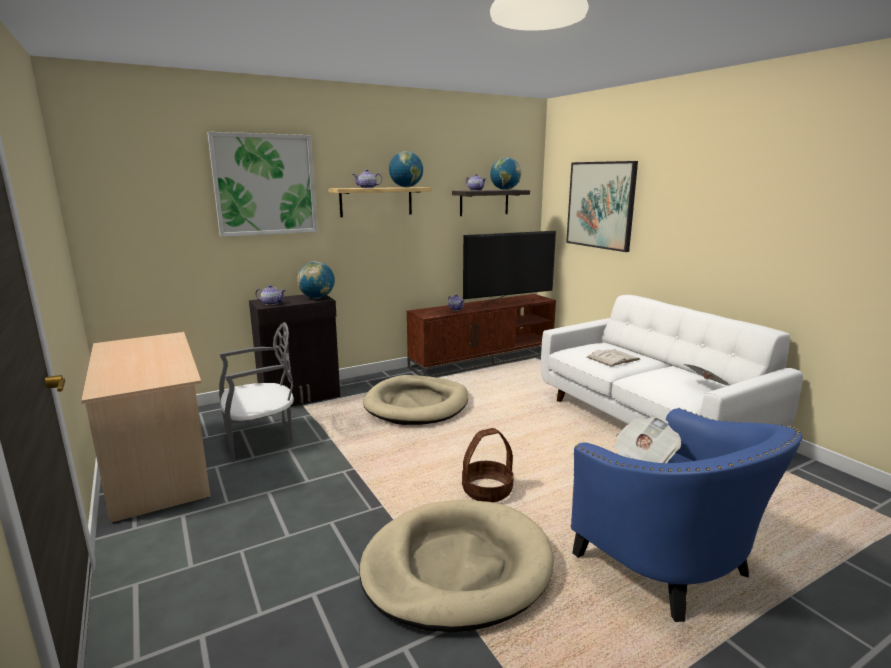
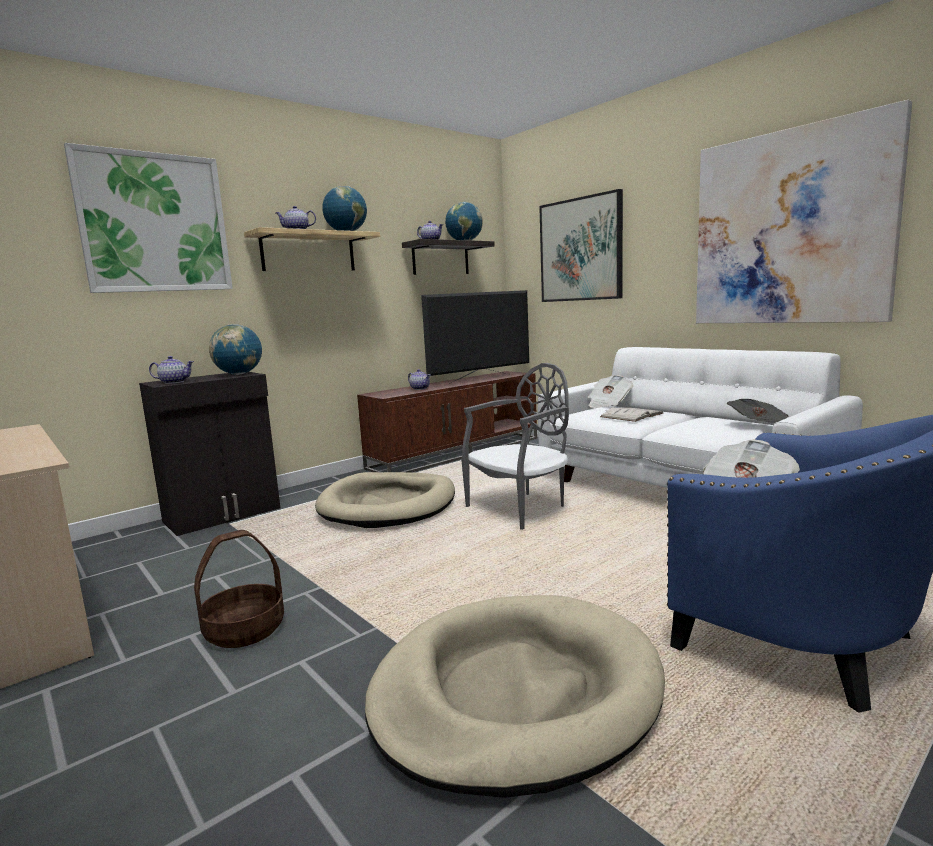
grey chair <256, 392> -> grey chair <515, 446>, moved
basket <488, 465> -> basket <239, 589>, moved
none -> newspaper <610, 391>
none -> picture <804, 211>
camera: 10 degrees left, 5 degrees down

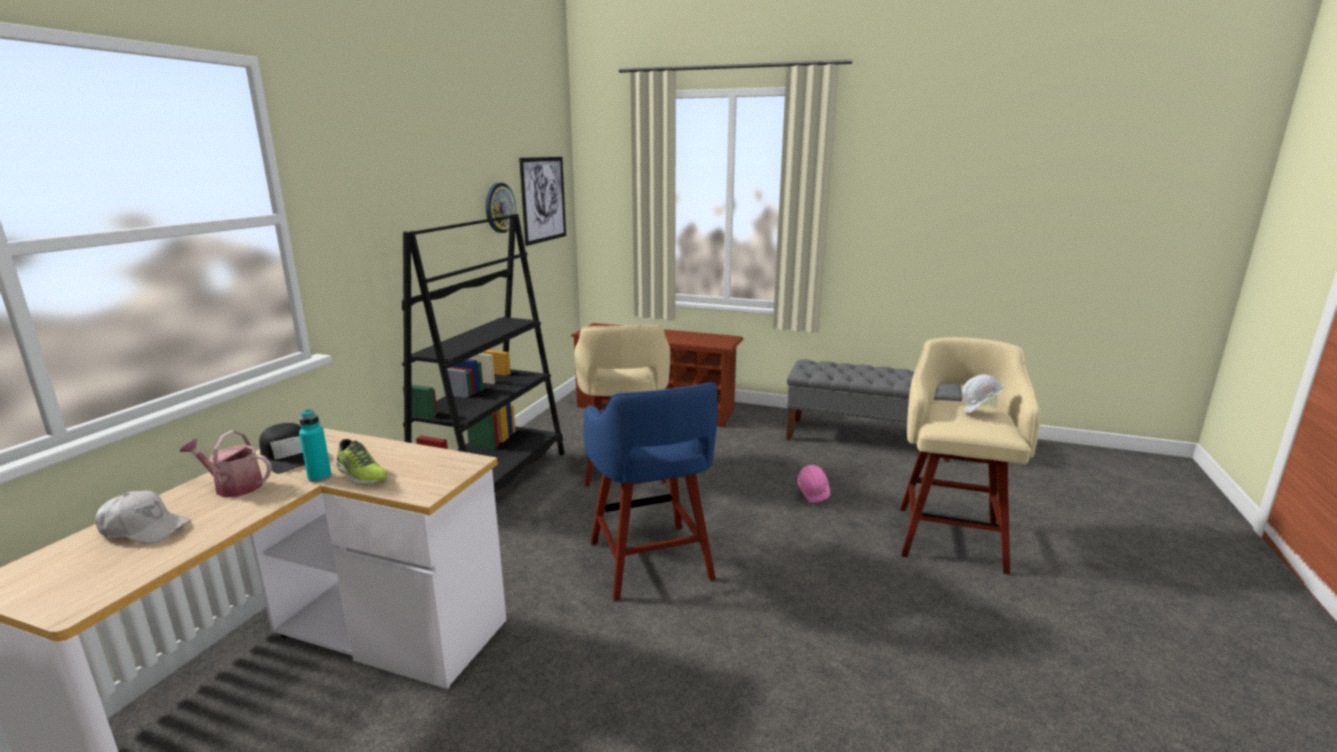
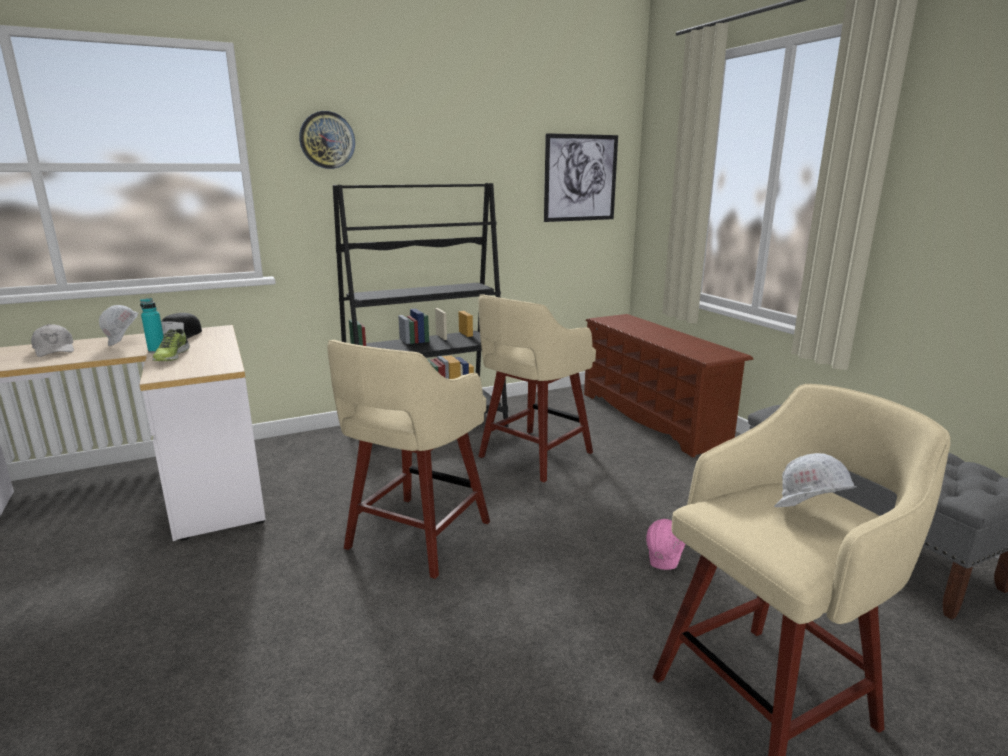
watering can <226, 463> -> white hard hat <118, 325>
wall clock <501, 208> -> wall clock <327, 140>, moved
blue stool <650, 491> -> beige stool <408, 459>
camera: 45 degrees right, 0 degrees up

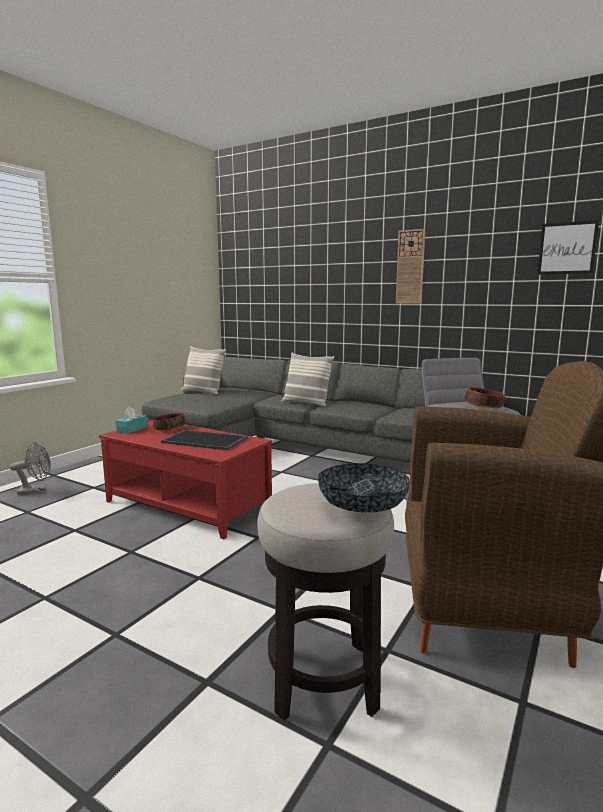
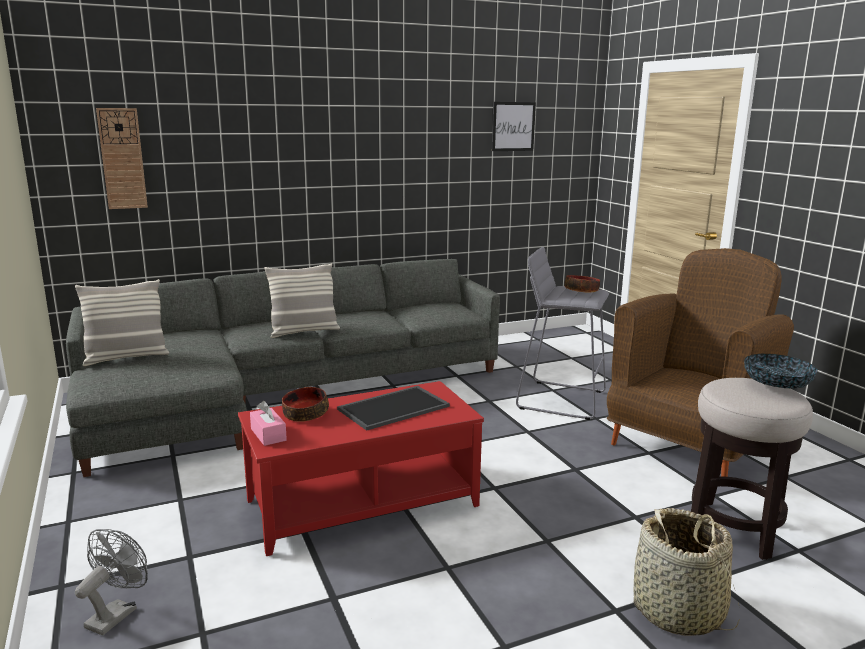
turquoise tissue box <131, 420> -> pink tissue box <268, 423>
wall clock <410, 266> -> wall clock <122, 158>, moved
none -> basket <687, 572>
camera: 55 degrees left, 5 degrees up

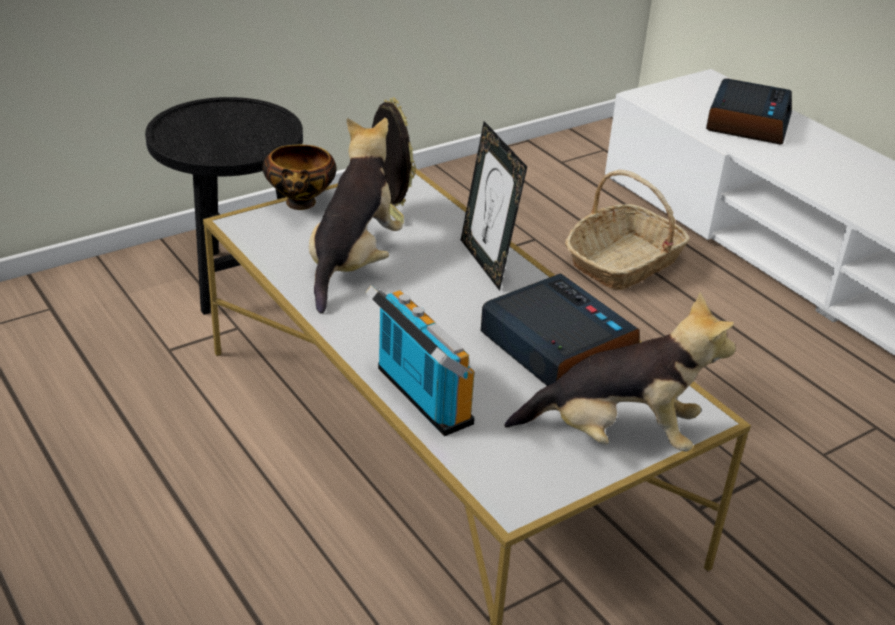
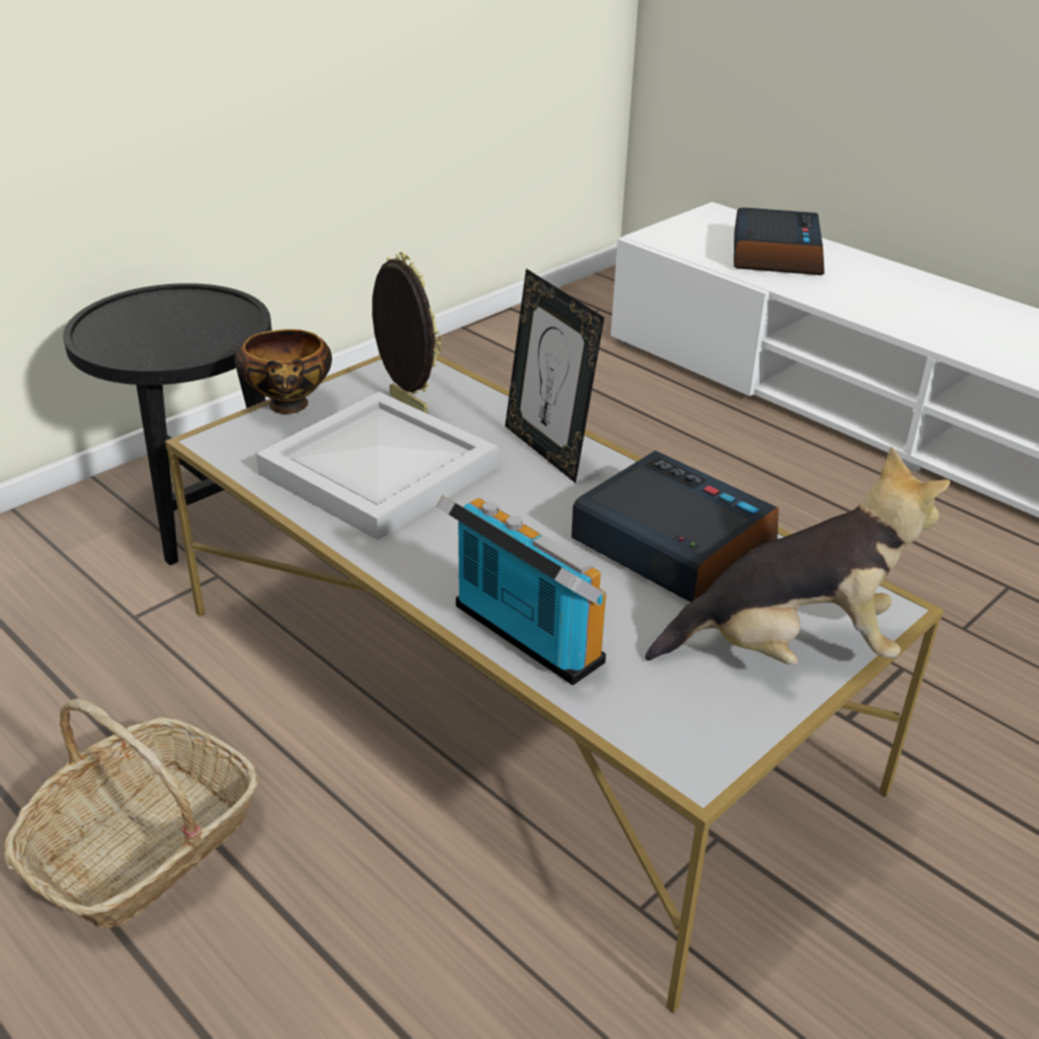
plush toy <356, 215> -> white tray <377, 466>
basket <627, 230> -> basket <131, 813>, moved
camera: 10 degrees left, 0 degrees up

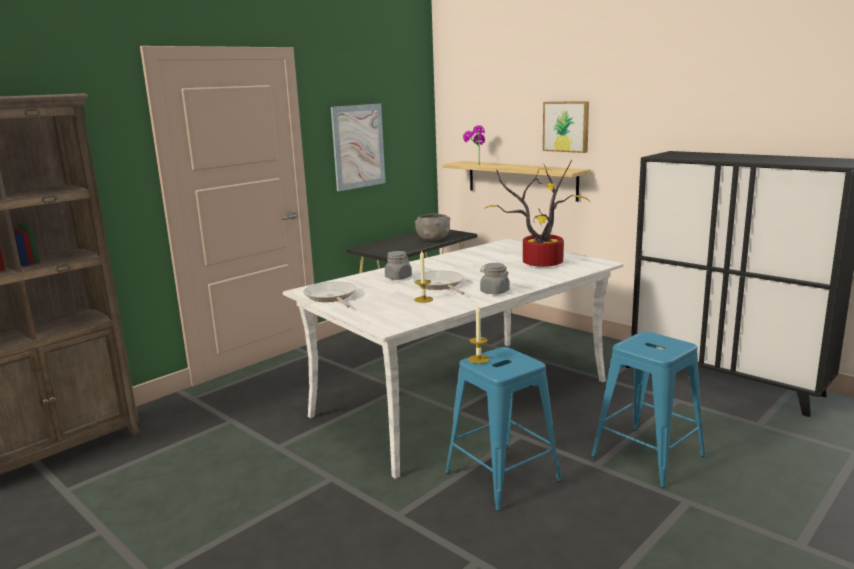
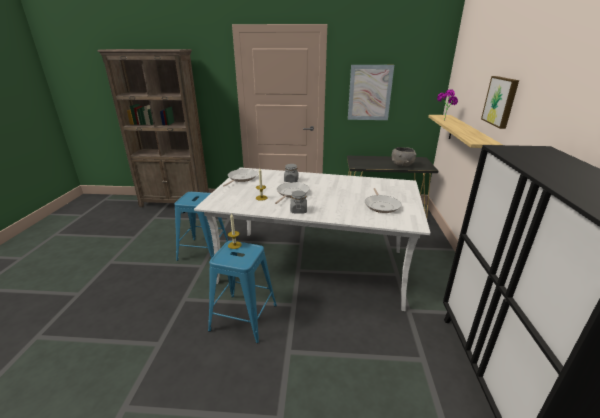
potted plant <538, 213> -> frying pan <383, 200>
blue stool <648, 409> -> blue stool <201, 226>, moved
camera: 50 degrees right, 10 degrees up

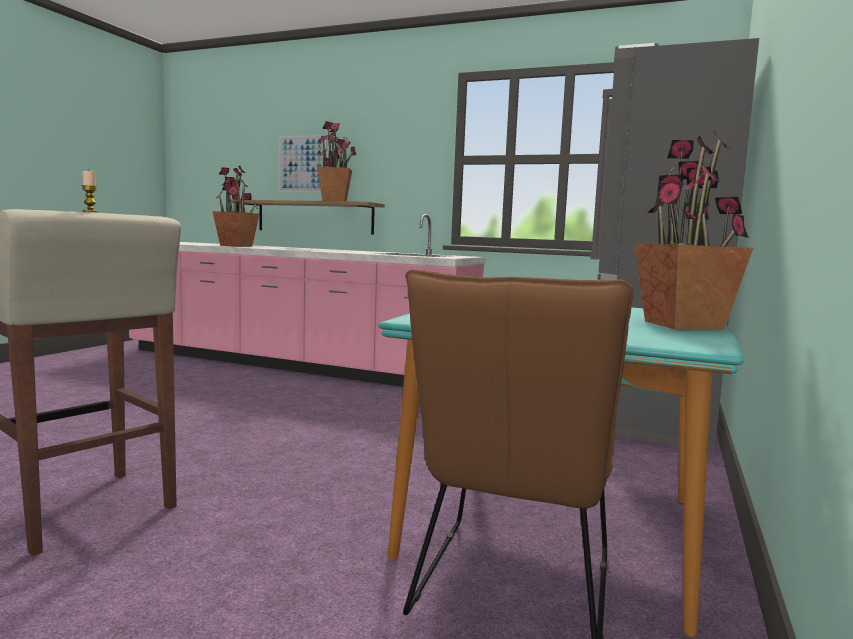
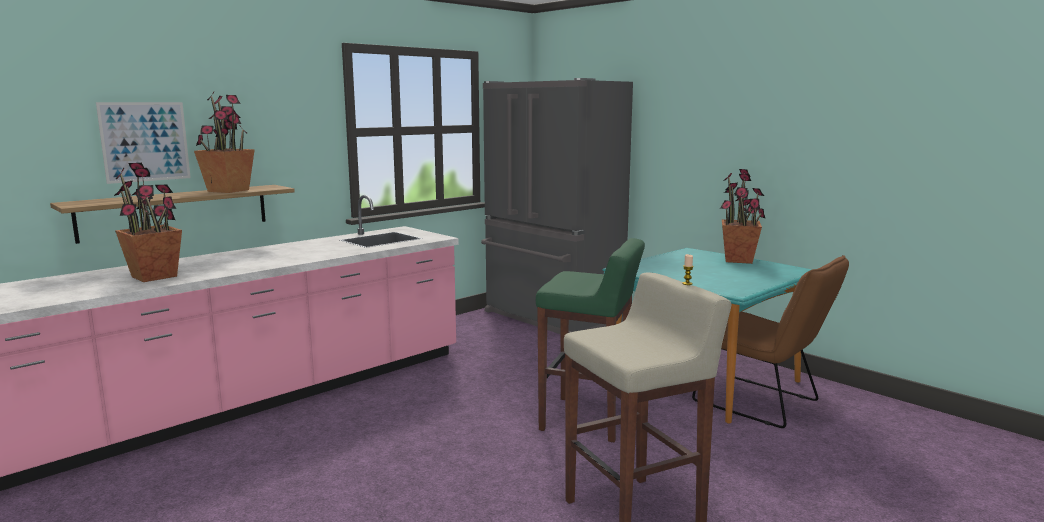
none -> green stool <590, 340>
camera: 65 degrees left, 5 degrees up

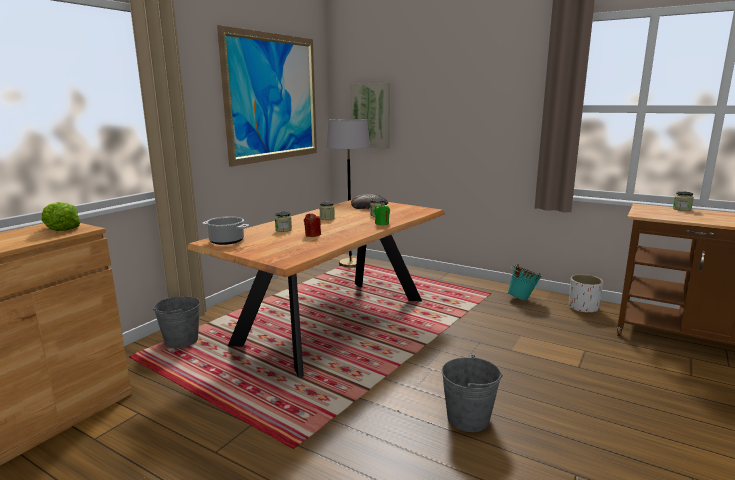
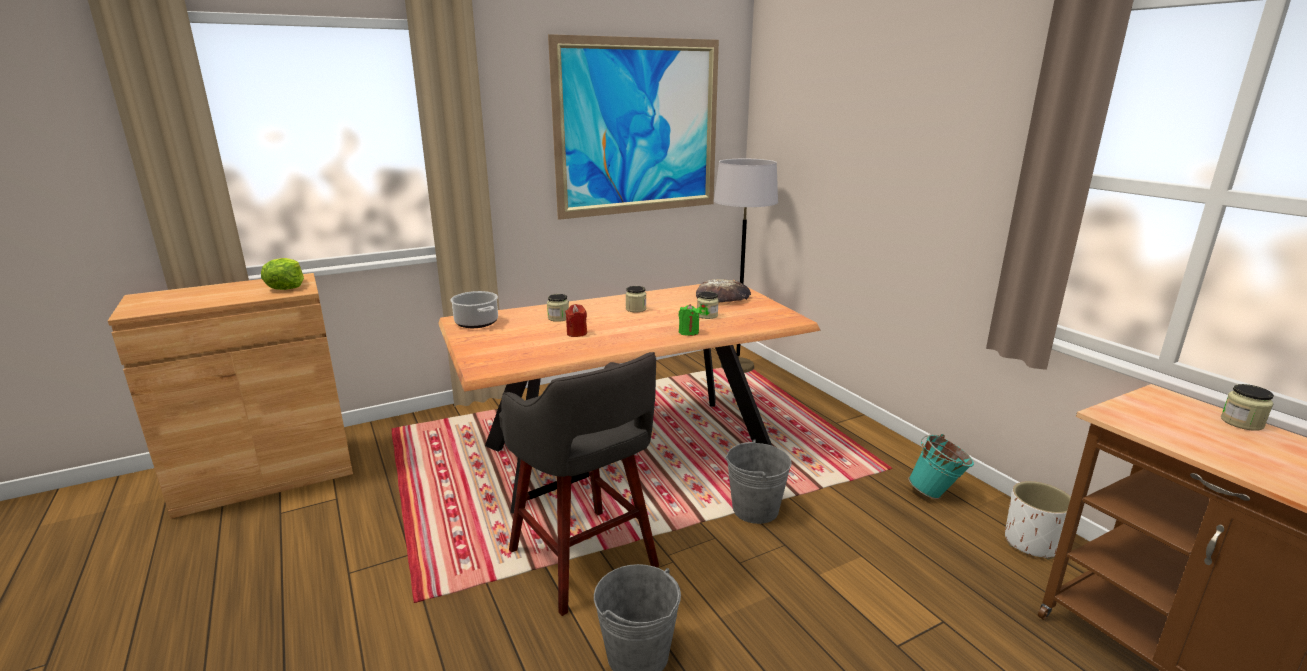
grey bucket <176, 321> -> grey bucket <758, 482>, moved
picture <370, 116> -> none
none -> grey stool <579, 484>
camera: 30 degrees right, 5 degrees up

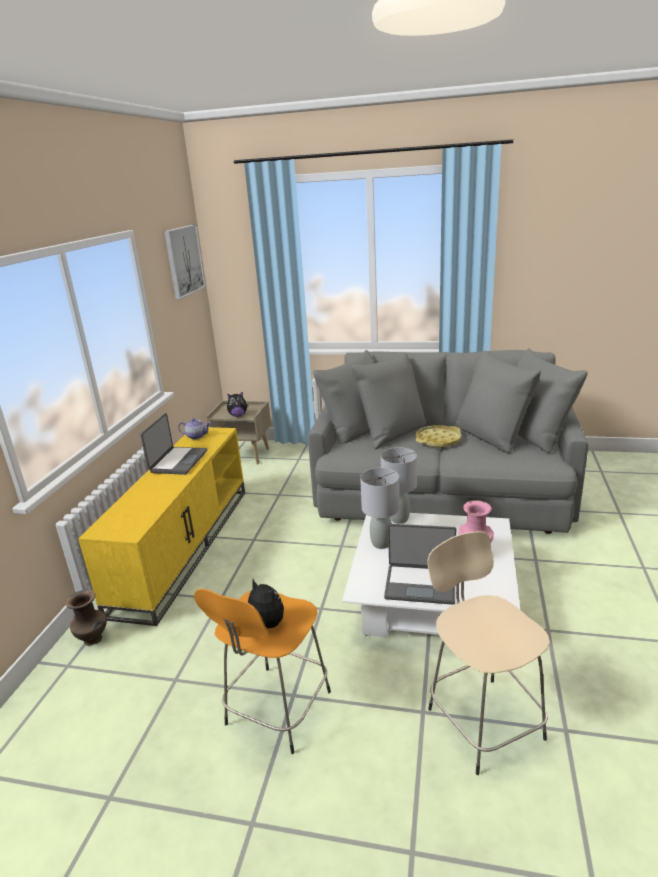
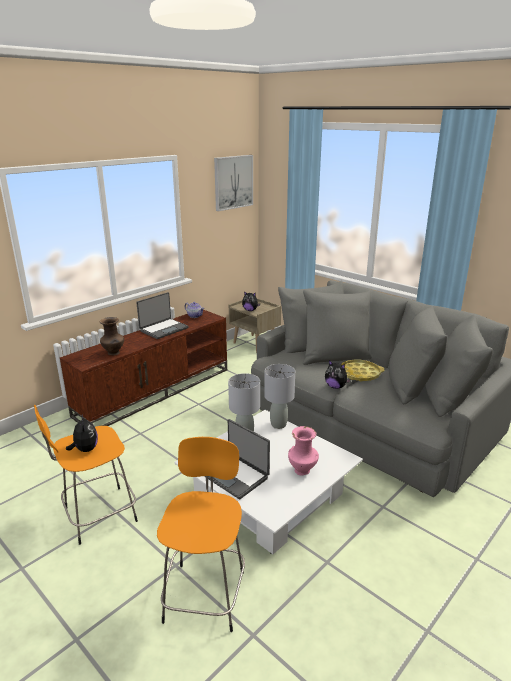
brown vase <86, 618> -> brown vase <112, 336>, moved
yellow tv stand <161, 526> -> brown tv stand <143, 368>
beige stool <489, 653> -> orange stool <201, 534>
none -> plush toy <338, 374>
camera: 30 degrees right, 0 degrees up

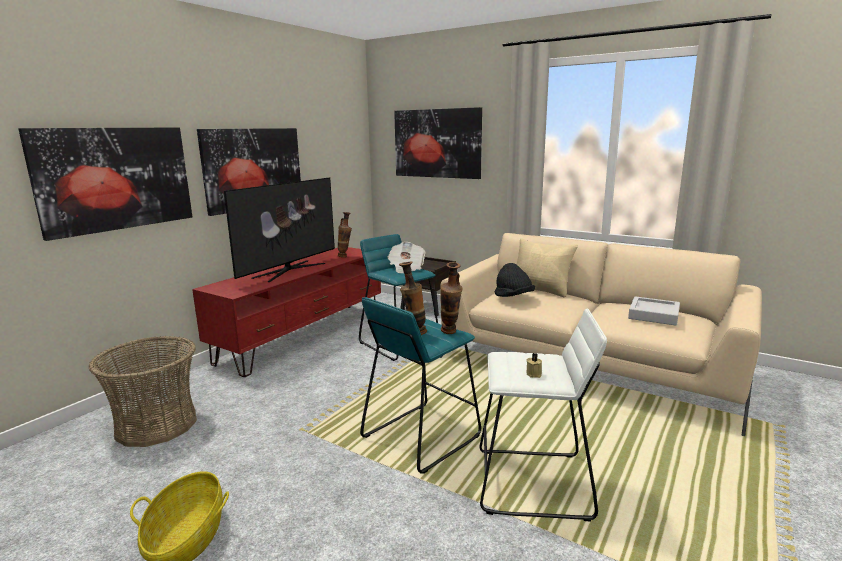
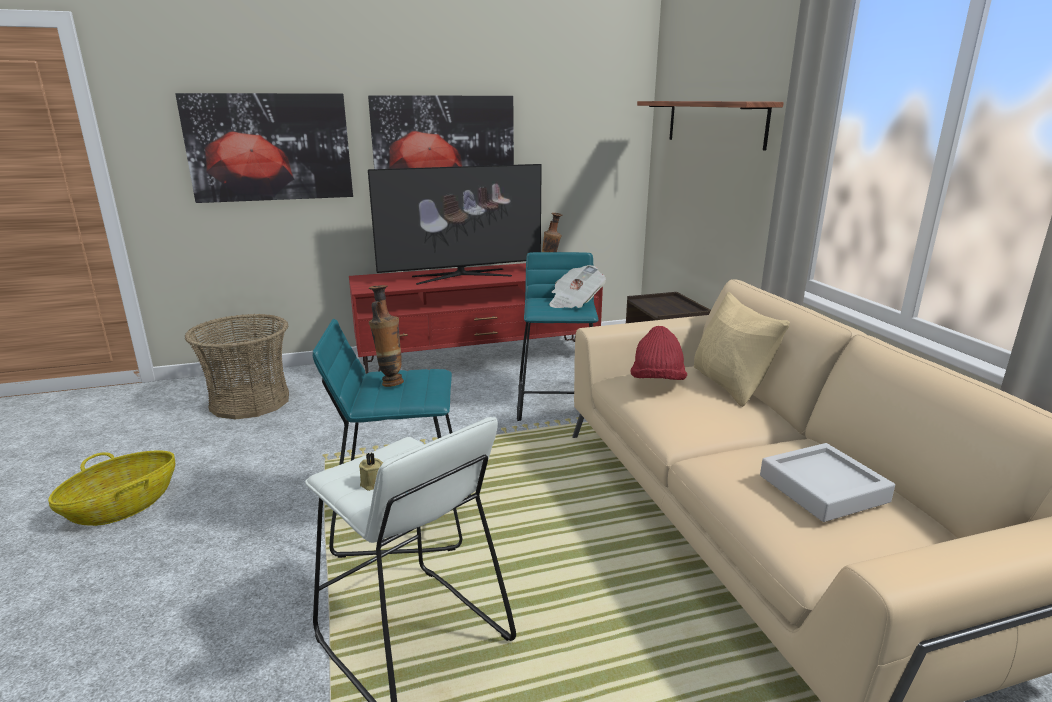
picture <438, 143> -> shelf <710, 126>
vase <451, 298> -> none
black hat <514, 280> -> red hat <658, 353>
camera: 40 degrees right, 5 degrees up

